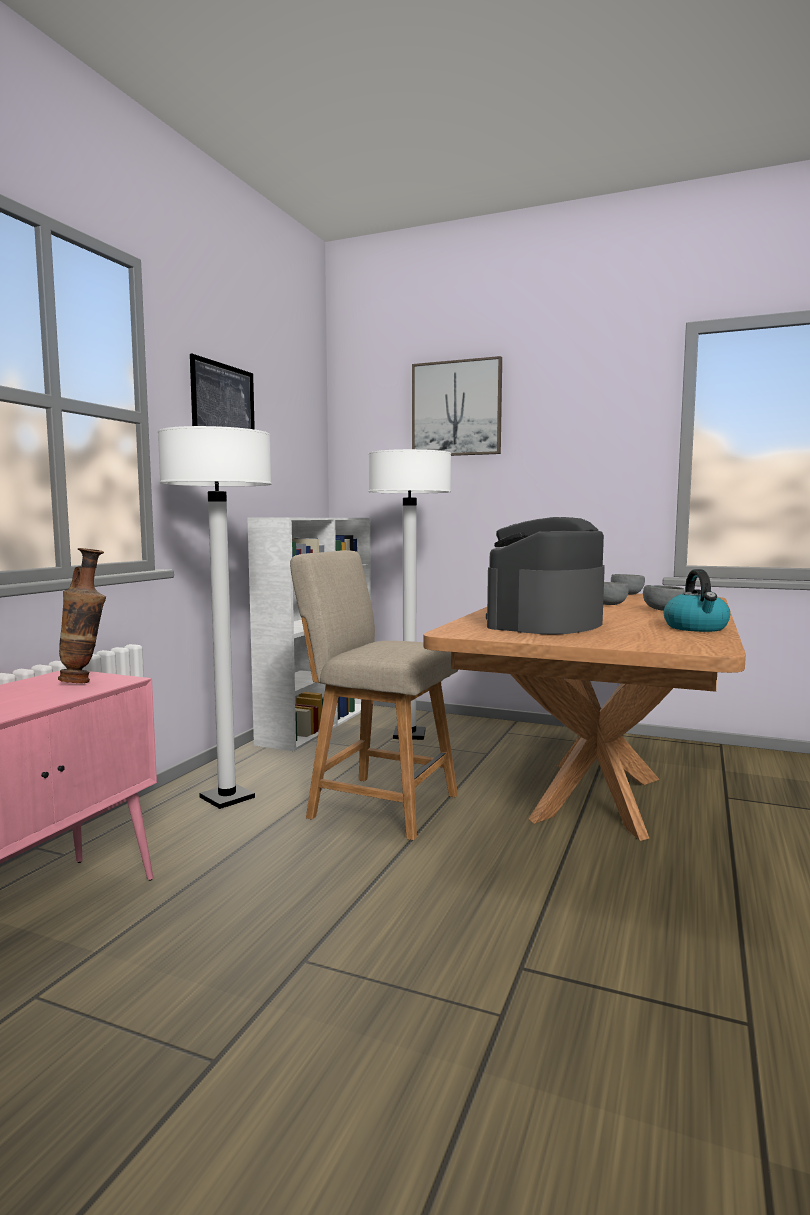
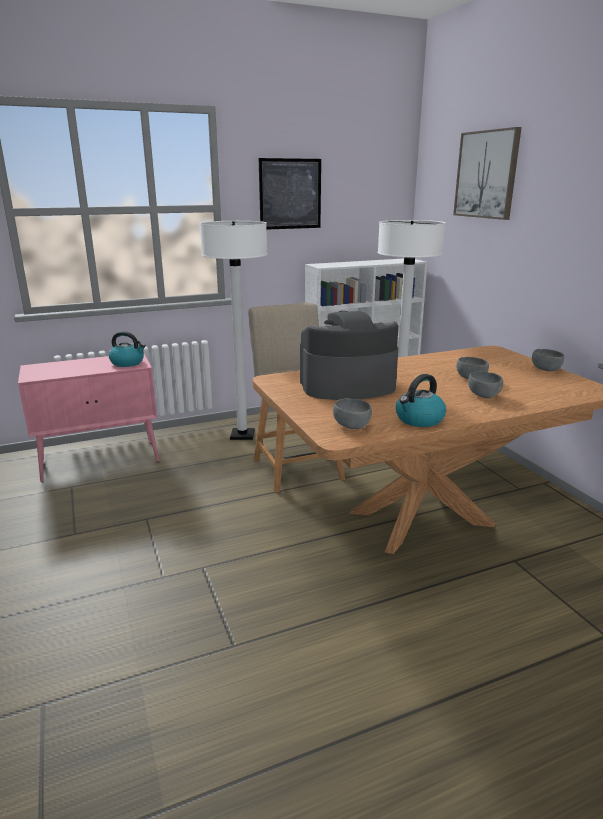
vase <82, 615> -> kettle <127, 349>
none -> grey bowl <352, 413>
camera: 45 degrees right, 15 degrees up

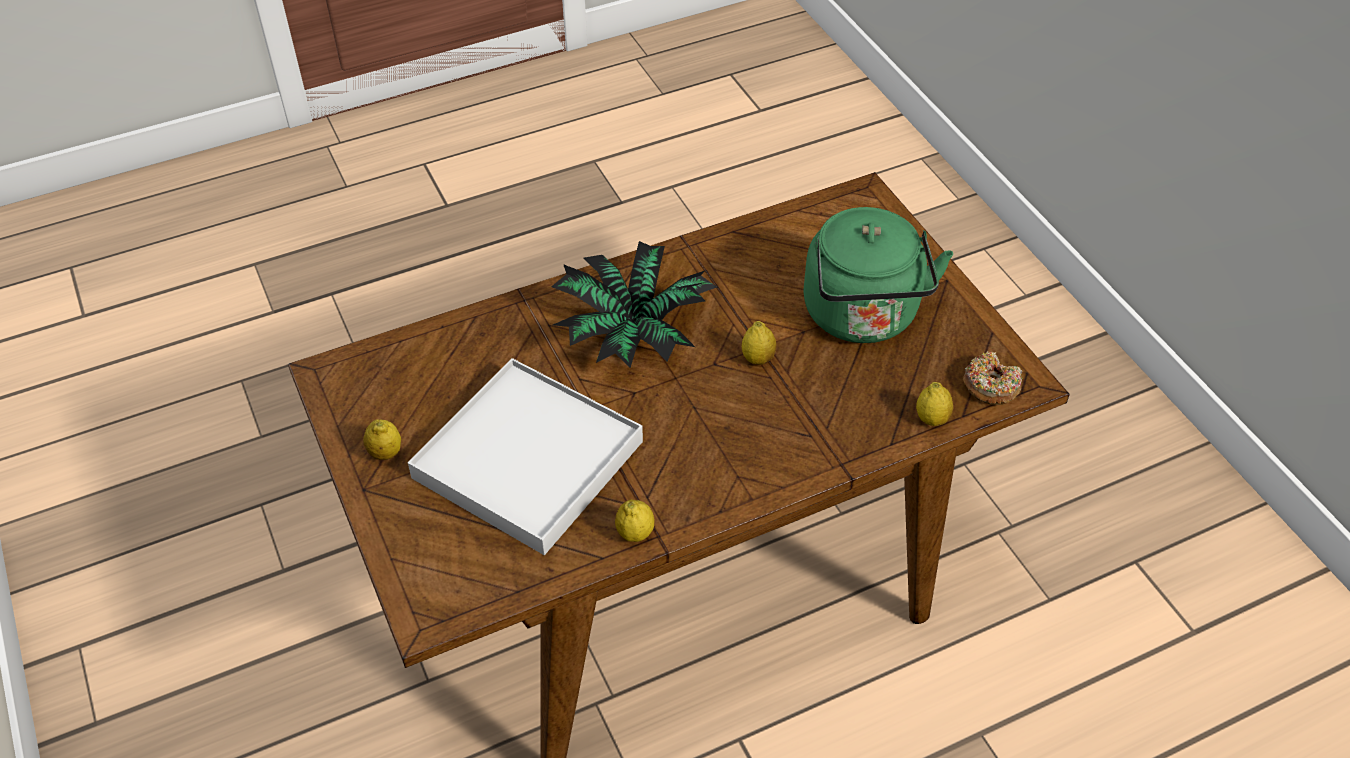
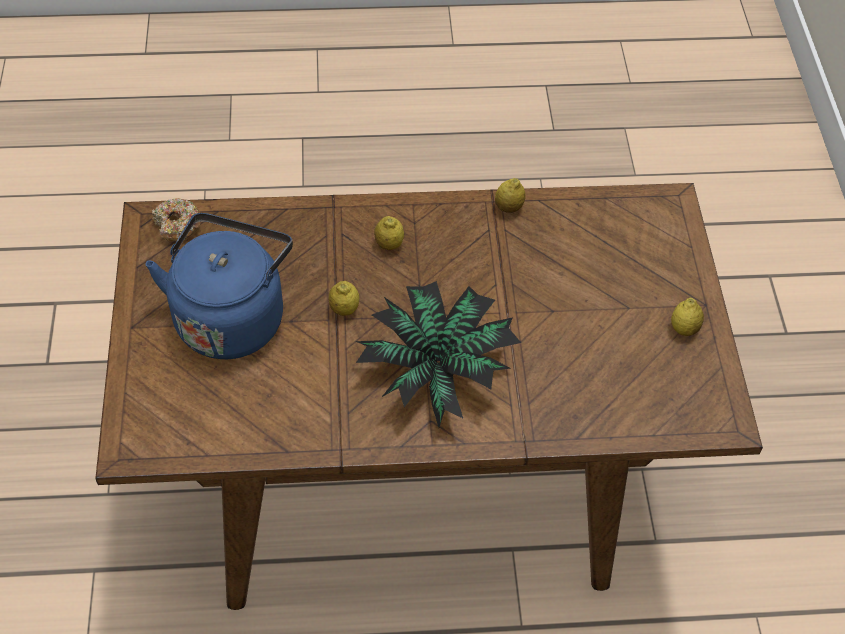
white tray <525, 456> -> none
green kettle <878, 275> -> blue kettle <219, 286>
lemon <934, 404> -> lemon <389, 233>, moved
camera: 160 degrees left, 5 degrees up

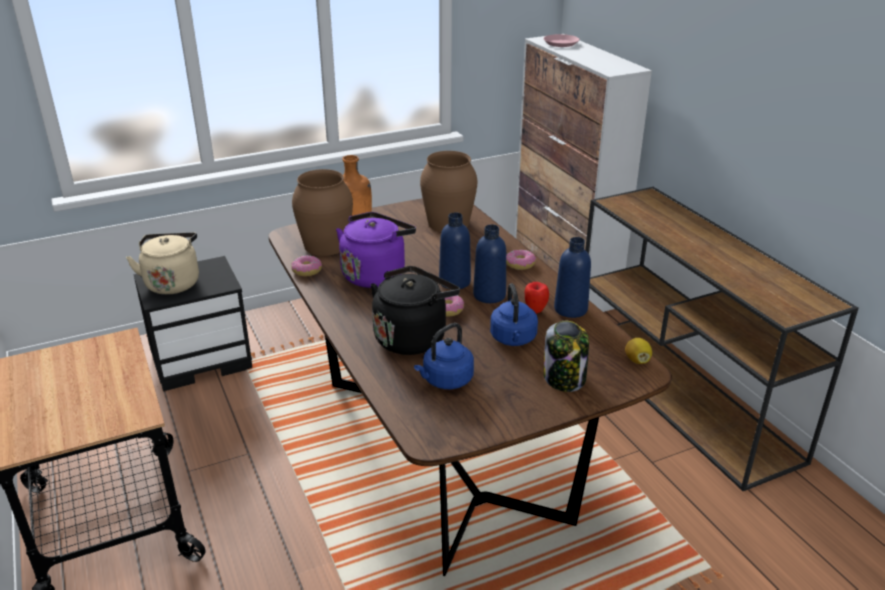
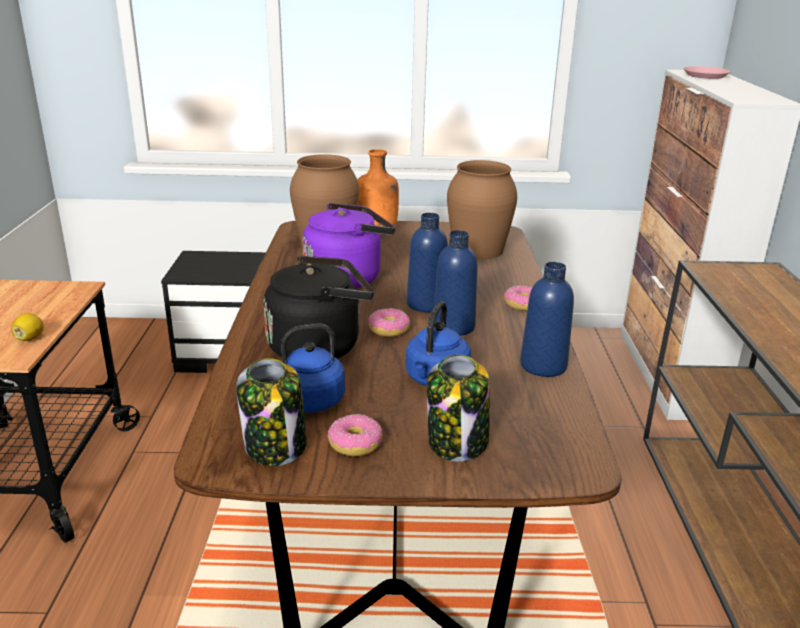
beige kettle <162, 264> -> none
donut <306, 265> -> donut <354, 435>, moved
apple <537, 298> -> none
lemon <638, 351> -> lemon <27, 327>, moved
none -> jar <271, 412>
camera: 25 degrees right, 5 degrees down

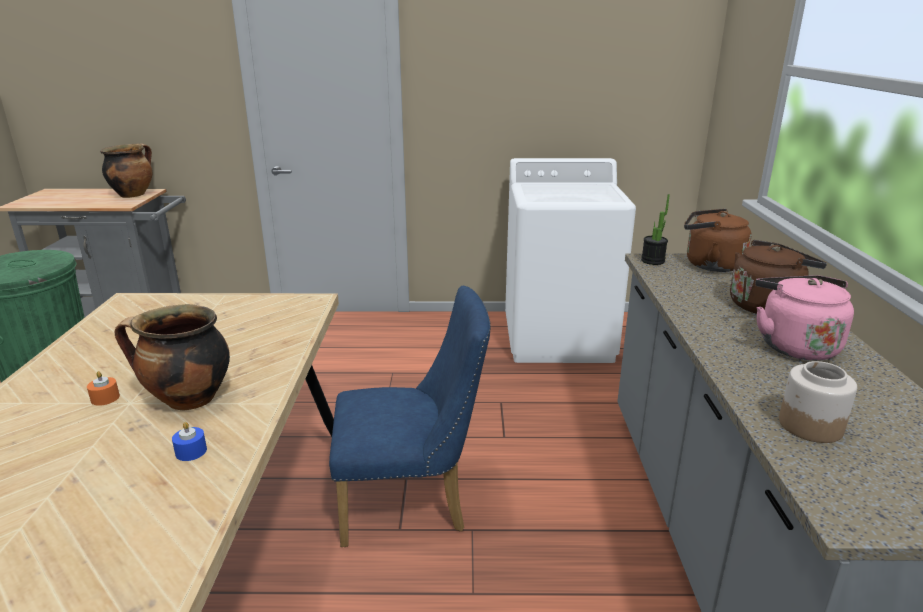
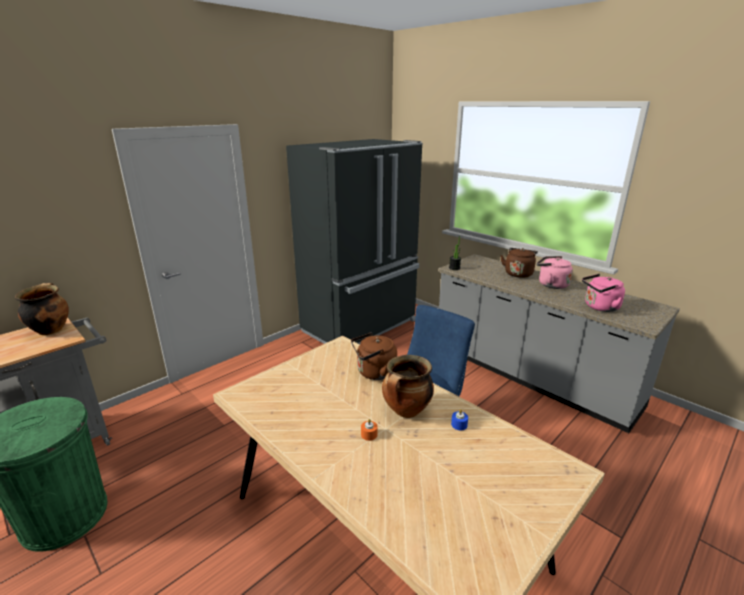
white washing machine <570, 260> -> black fridge <354, 241>
brown kettle <718, 240> -> brown kettle <374, 356>, moved
jar <818, 402> -> pink kettle <603, 293>
camera: 45 degrees left, 0 degrees up

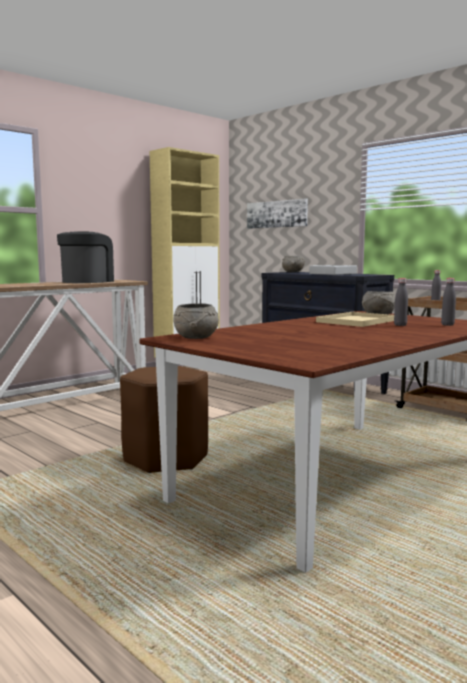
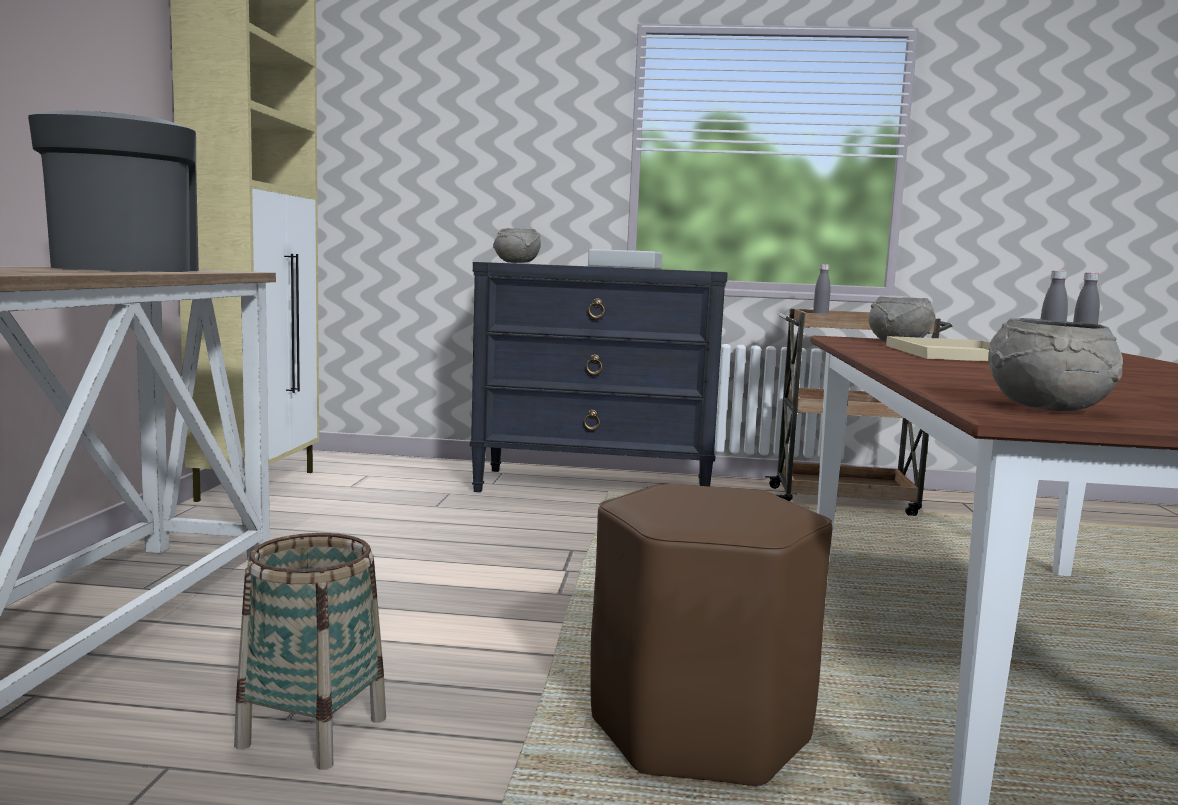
picture <277, 213> -> none
none -> basket <310, 651>
camera: 40 degrees left, 0 degrees up

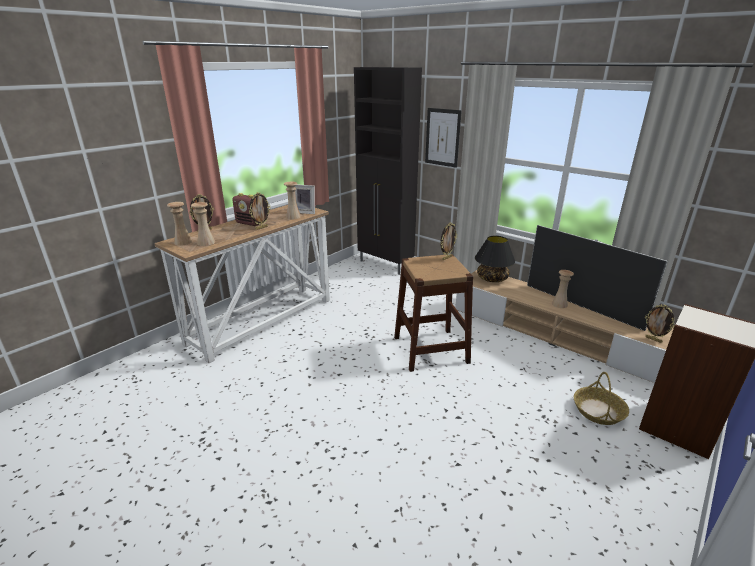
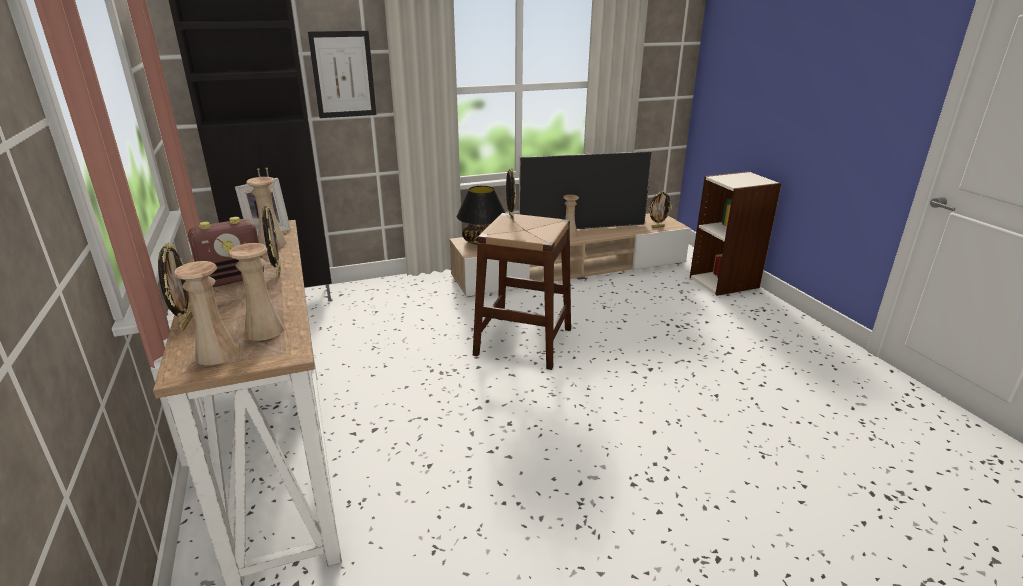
basket <601, 398> -> none
camera: 60 degrees left, 0 degrees up

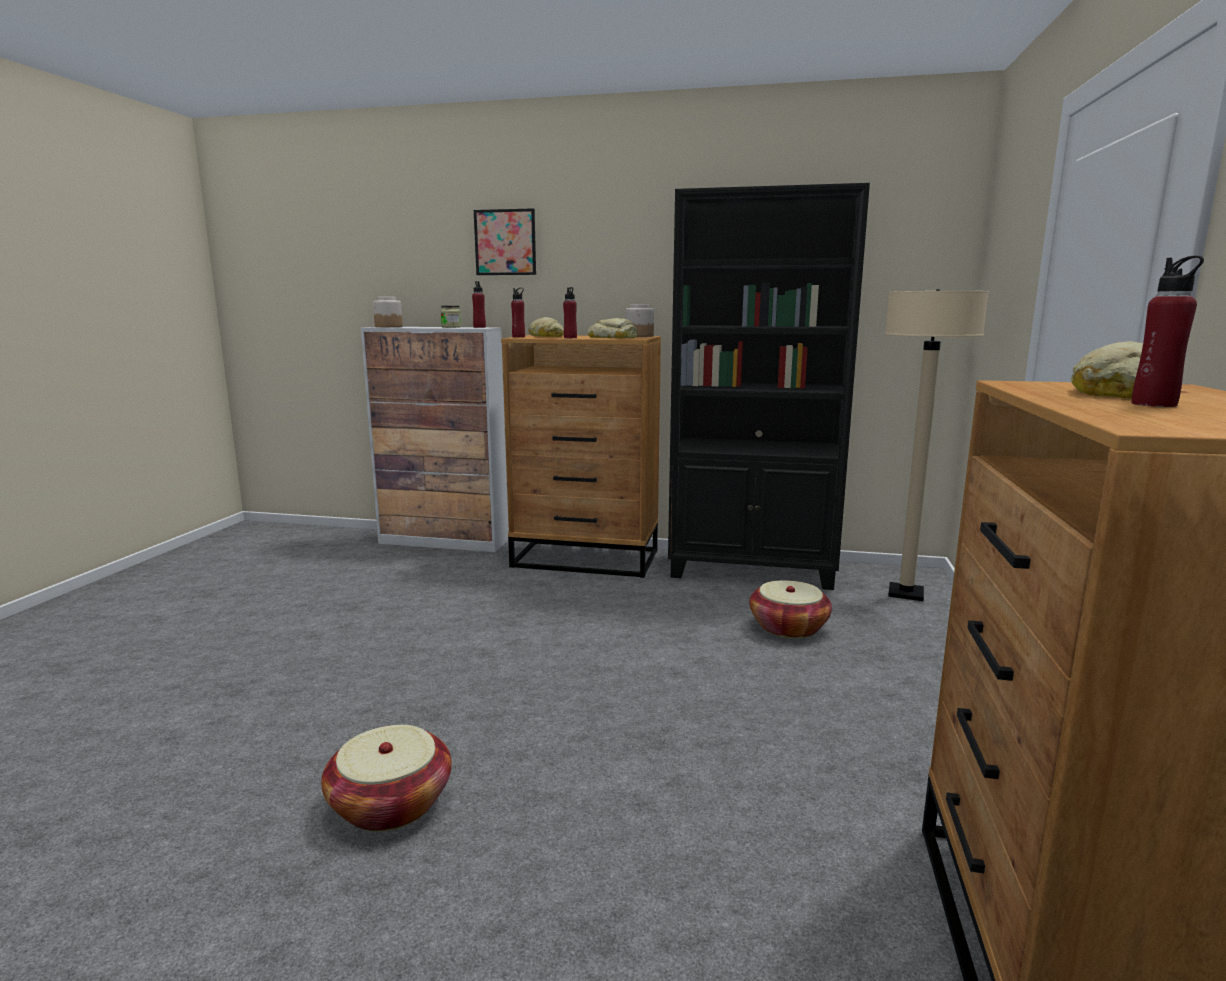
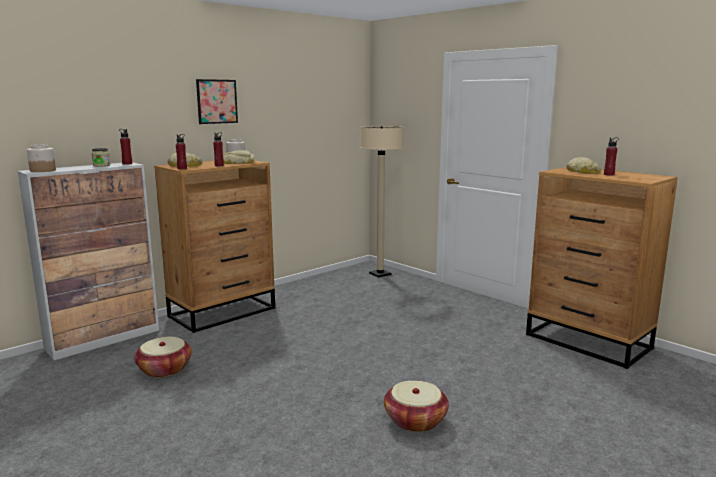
picture <505, 241> -> picture <217, 101>, moved
black bookcase <769, 386> -> none
basket <790, 609> -> basket <163, 357>, moved
camera: 55 degrees left, 0 degrees up

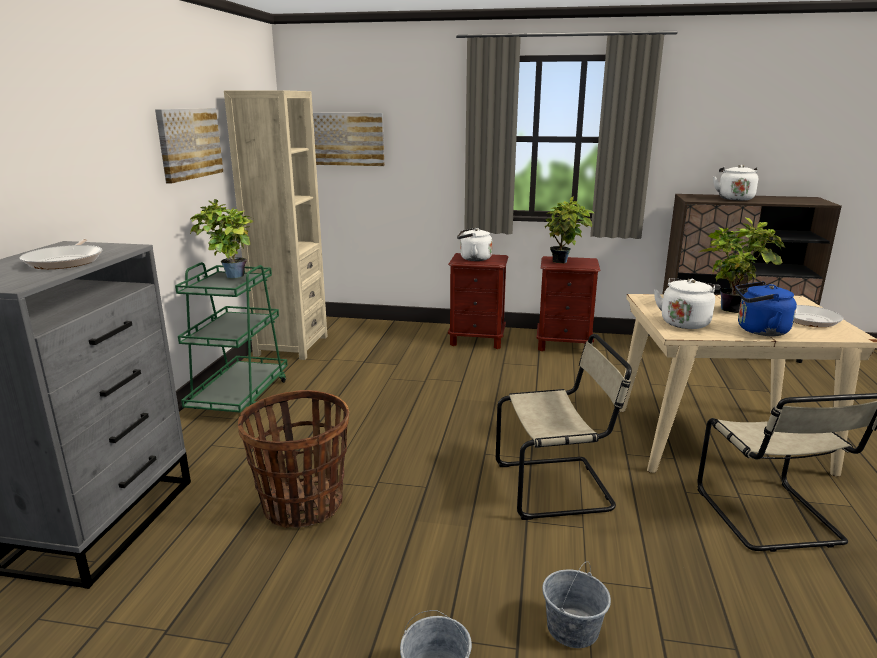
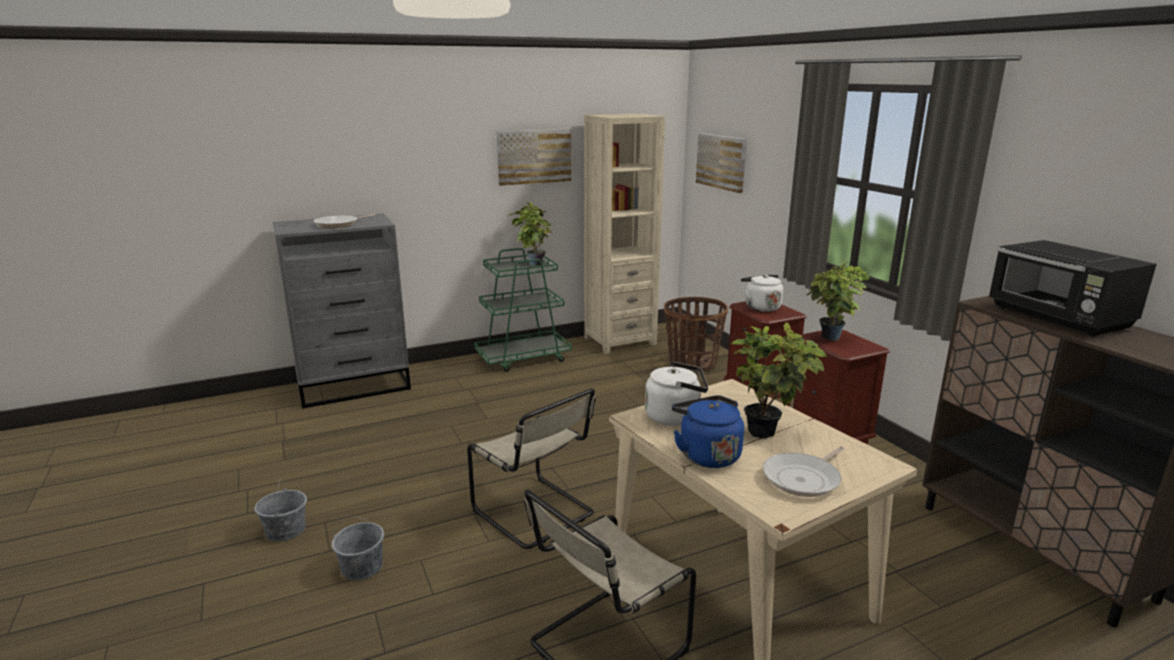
basket <293, 459> -> basket <696, 334>, moved
white kettle <735, 183> -> black microwave <1072, 288>
camera: 55 degrees right, 0 degrees up

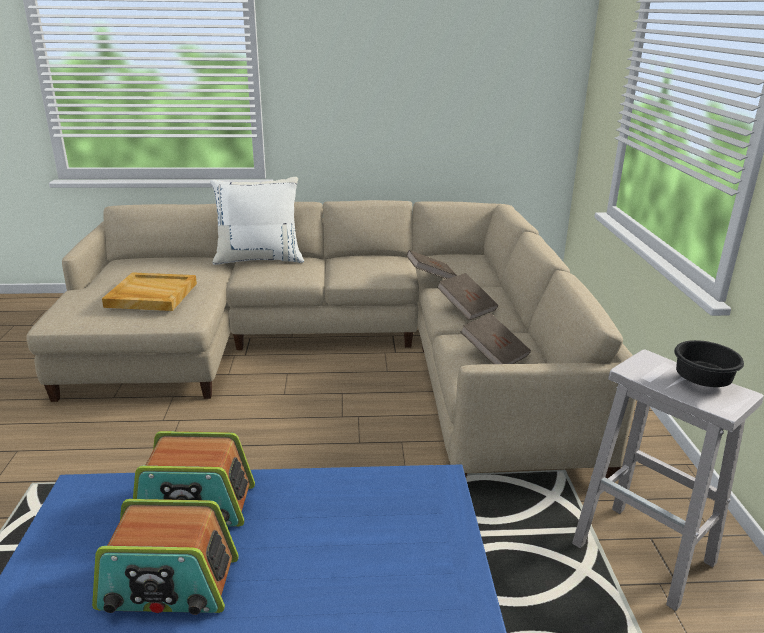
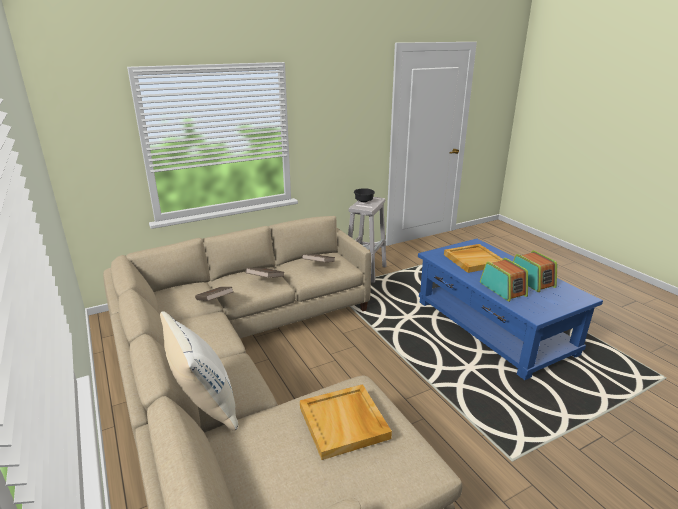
none -> beige tray <473, 258>
camera: 115 degrees left, 0 degrees up

